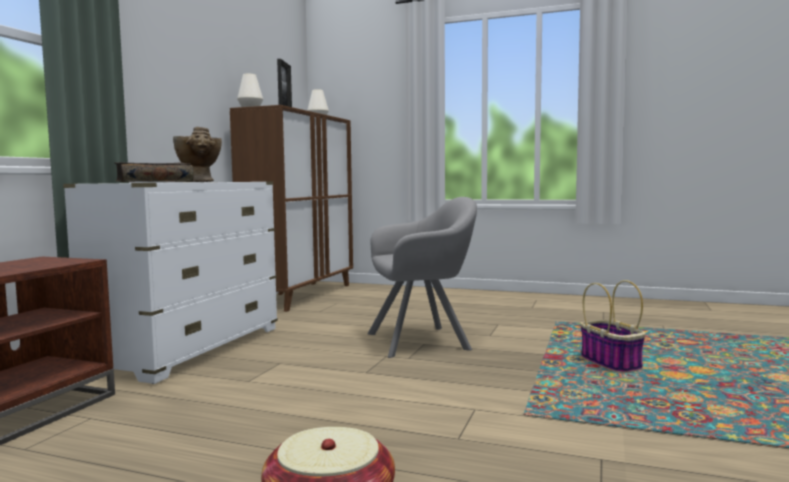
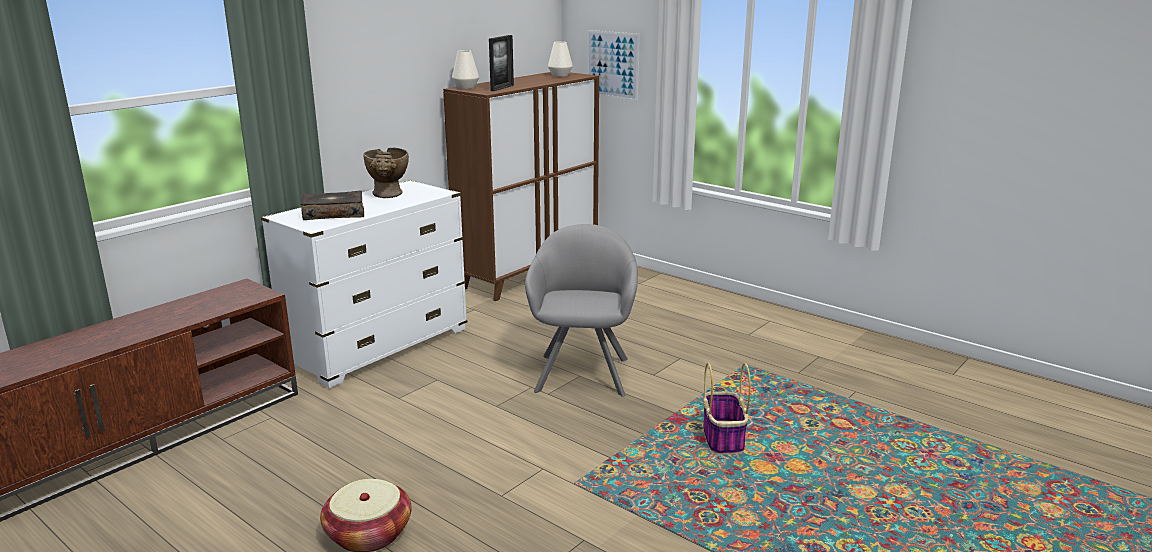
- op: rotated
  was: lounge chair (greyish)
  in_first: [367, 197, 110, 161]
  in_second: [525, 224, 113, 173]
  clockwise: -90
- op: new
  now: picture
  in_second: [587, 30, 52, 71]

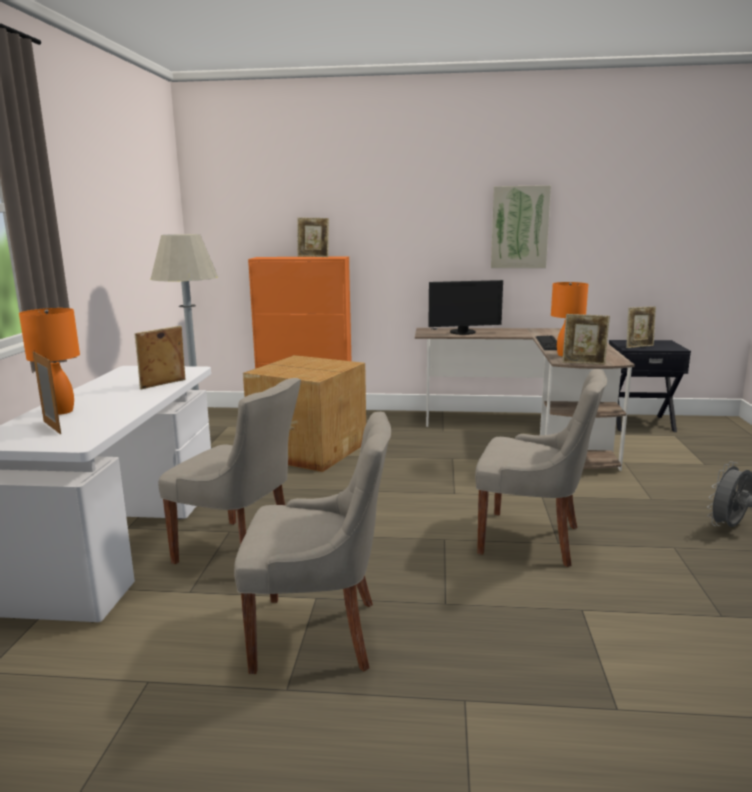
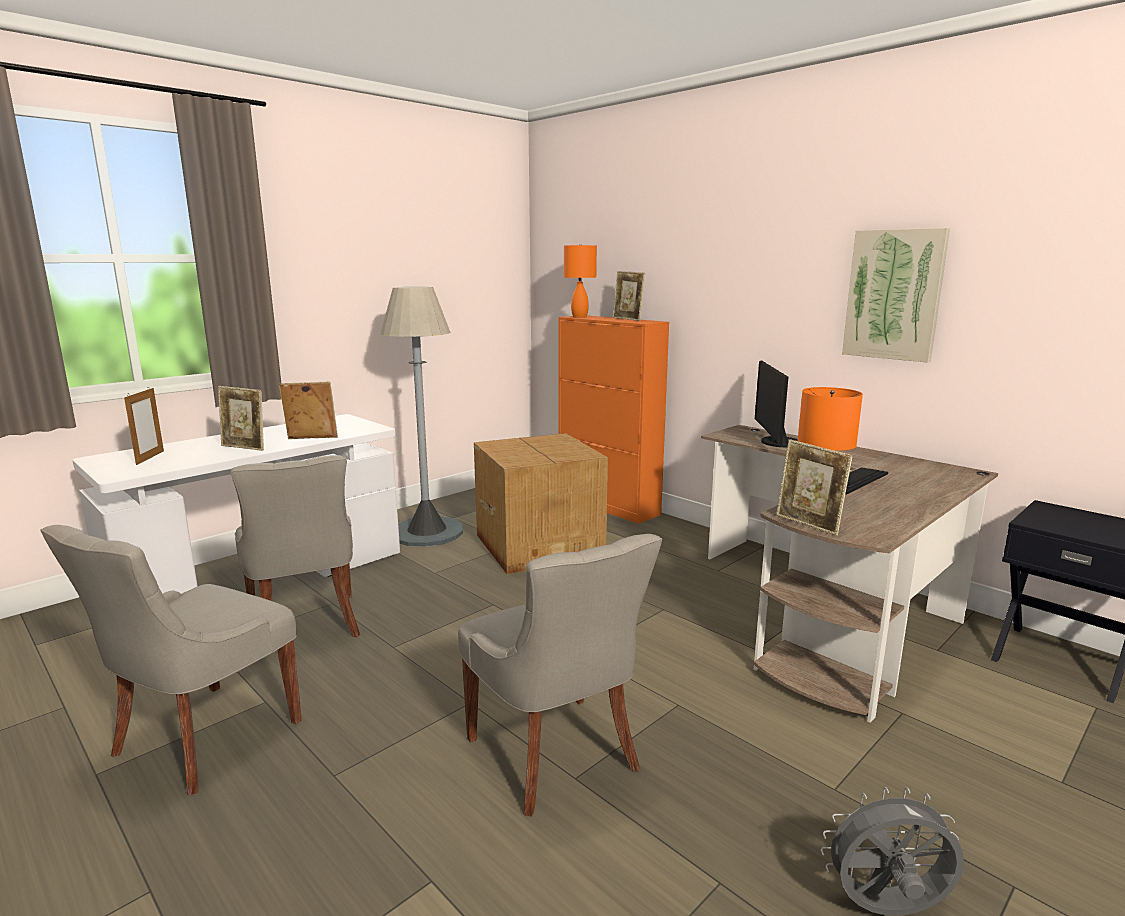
- op: rotated
  was: upright chair (greyish)
  in_first: [234, 412, 157, 262]
  in_second: [40, 525, 262, 270]
  clockwise: 75
- op: shifted
  was: picture frame
  in_first: [626, 306, 30, 42]
  in_second: [218, 386, 46, 65]
- op: shifted
  was: tabletop lamp (orange-coloured)
  in_first: [19, 308, 61, 107]
  in_second: [564, 244, 33, 74]
- op: rotated
  was: computer screen
  in_first: [428, 280, 75, 55]
  in_second: [755, 360, 43, 87]
  clockwise: 60

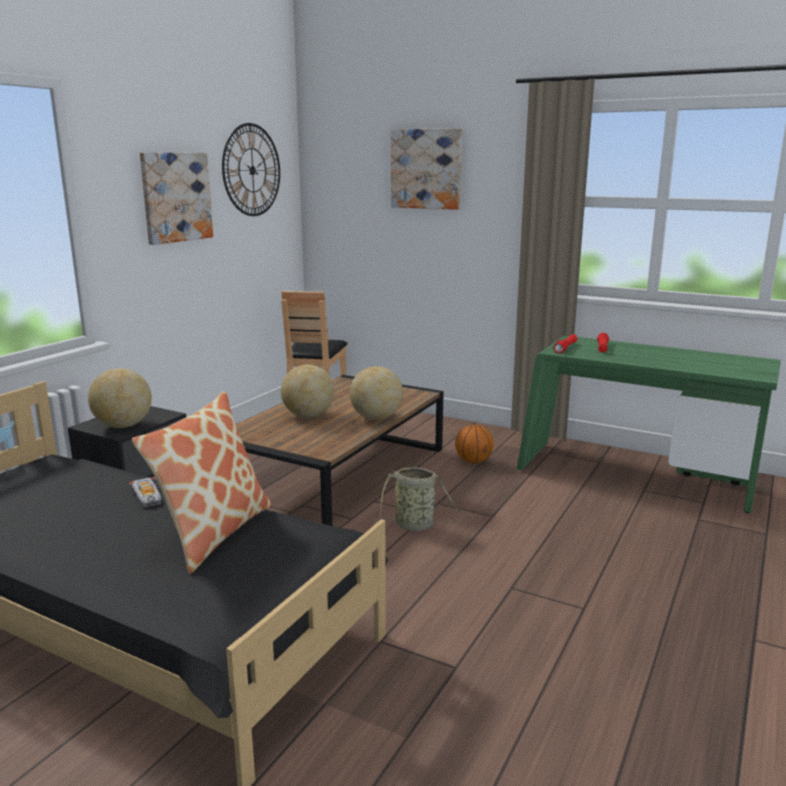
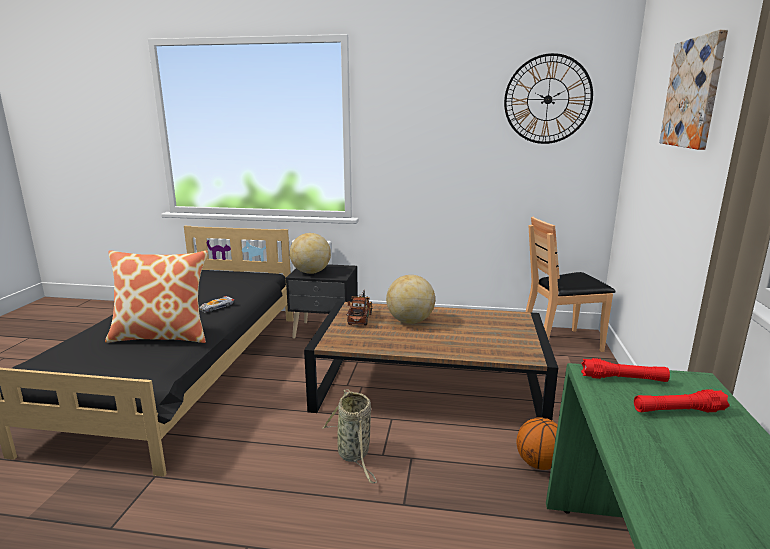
- op: new
  now: model truck
  in_second: [347, 290, 25, 35]
- op: gone
  was: picture
  in_first: [140, 152, 73, 93]
- op: gone
  was: world globe
  in_first: [349, 366, 54, 54]

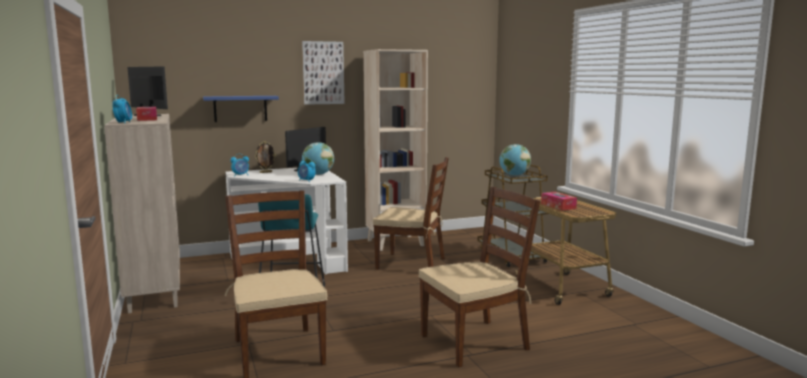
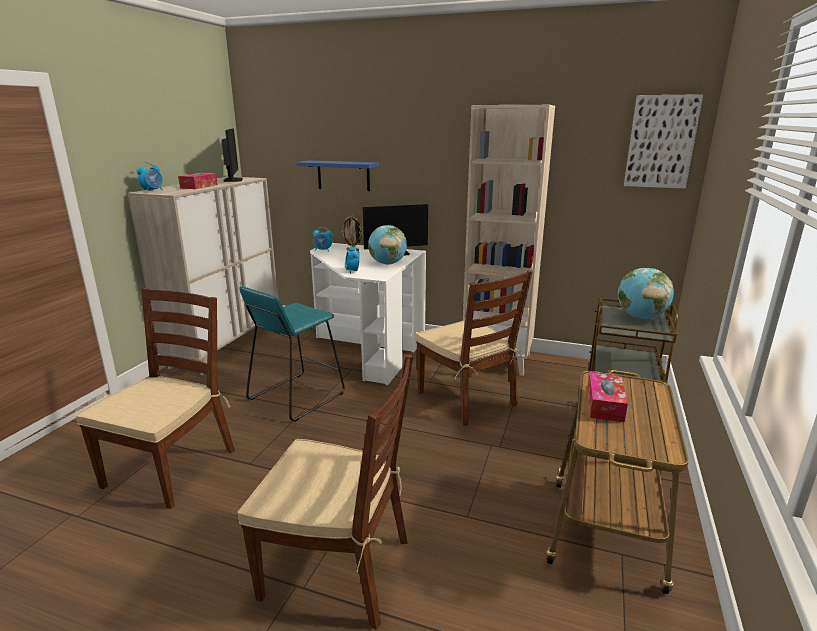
- op: shifted
  was: picture
  in_first: [302, 41, 43, 64]
  in_second: [624, 94, 79, 95]

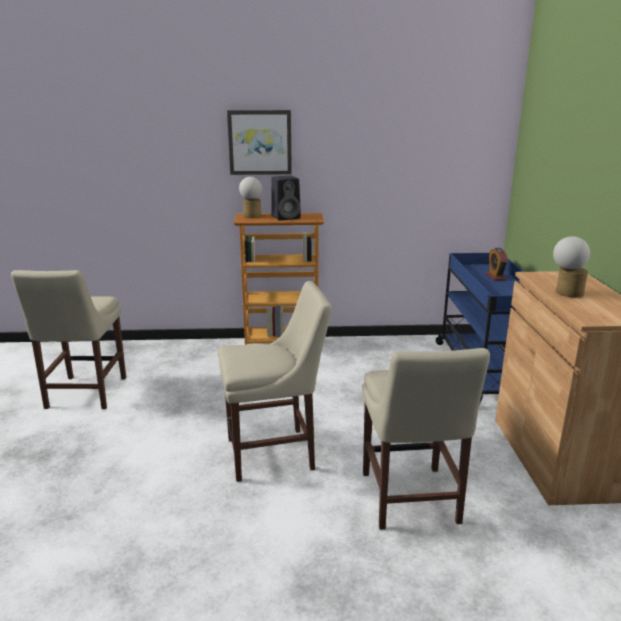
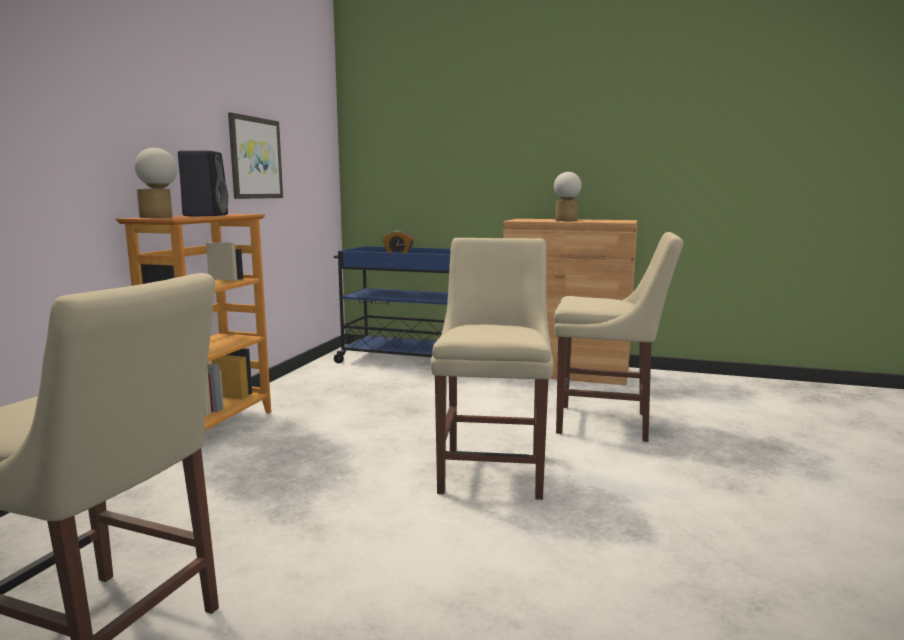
- op: shifted
  was: picture
  in_first: [227, 110, 65, 65]
  in_second: [228, 112, 55, 87]

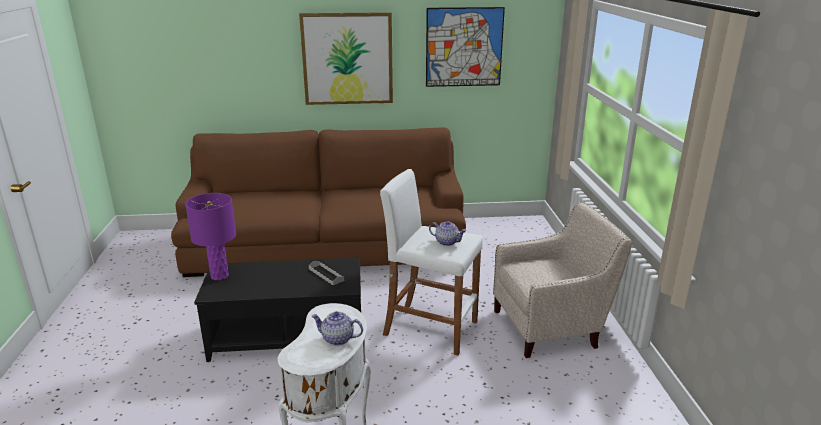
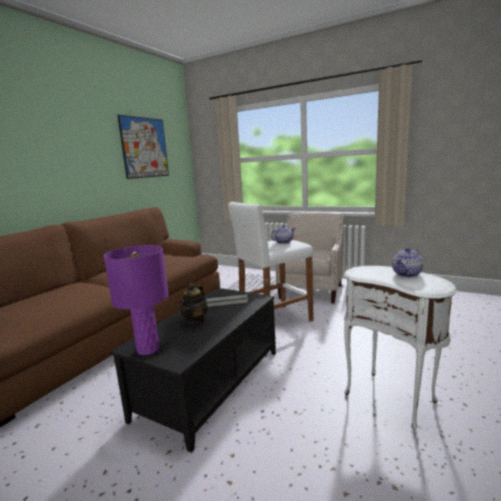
- op: new
  now: tea pot
  in_second: [179, 283, 29, 43]
- op: gone
  was: picture
  in_first: [299, 12, 94, 93]

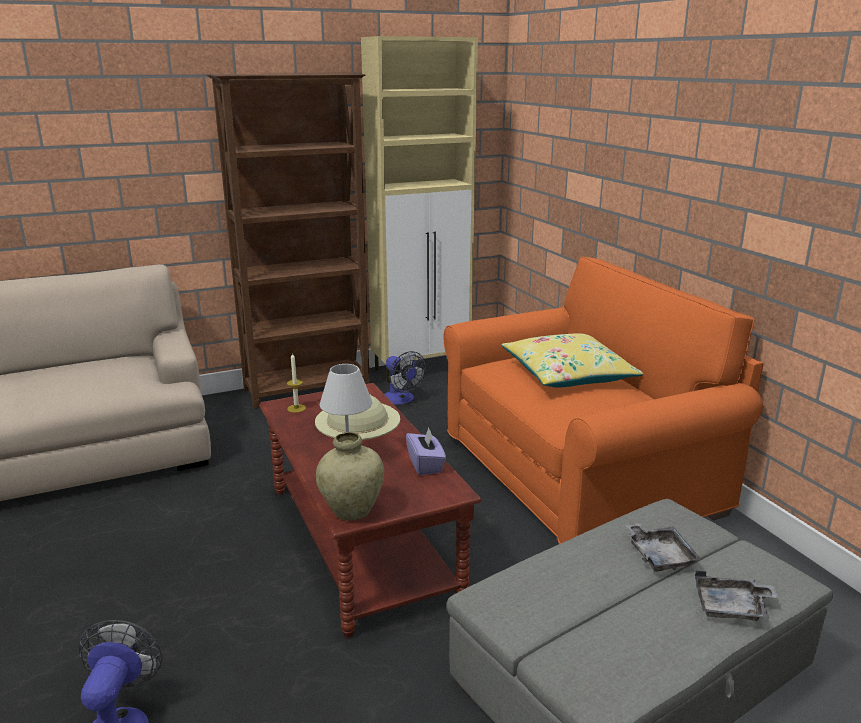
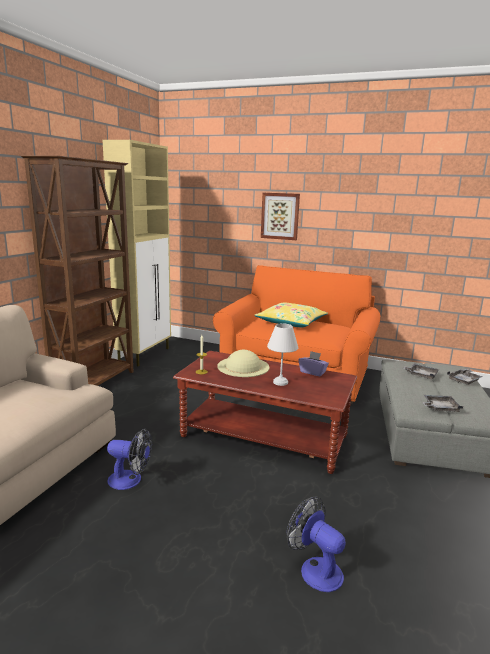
- op: shifted
  was: electric fan
  in_first: [385, 351, 41, 54]
  in_second: [107, 429, 45, 61]
- op: new
  now: picture
  in_second: [261, 193, 39, 47]
- op: new
  now: carrying tray (greyish)
  in_second: [422, 395, 41, 17]
- op: gone
  was: decorative vase (sand-coloured)
  in_first: [316, 432, 68, 88]

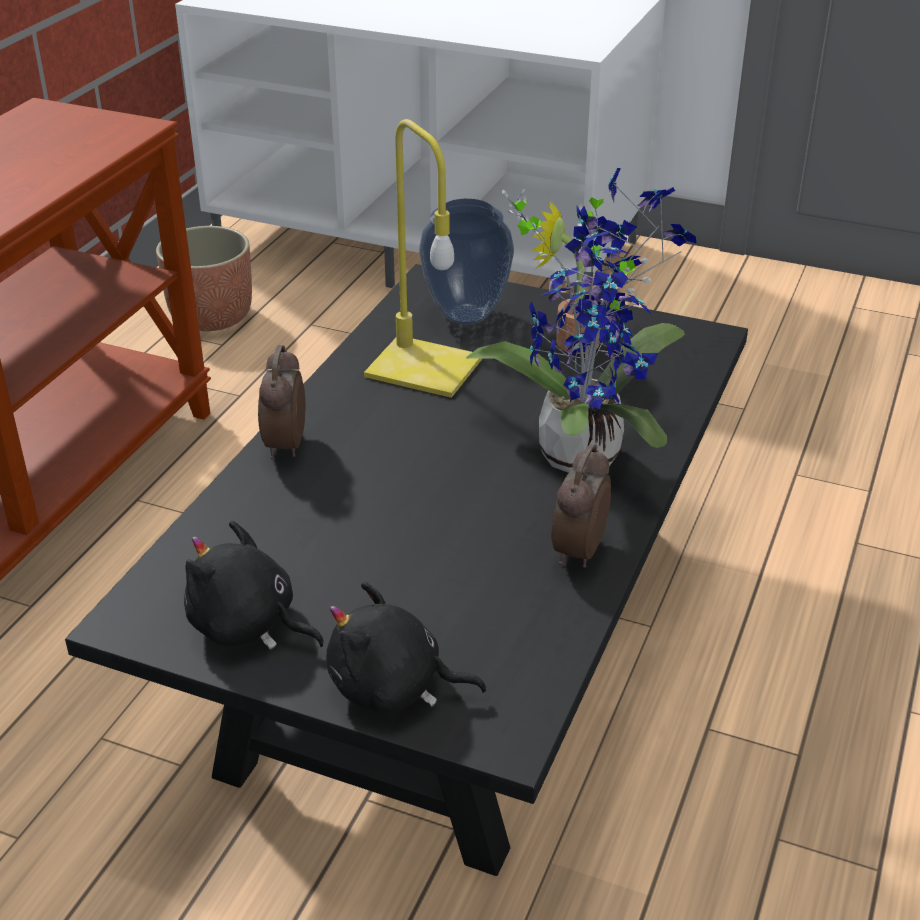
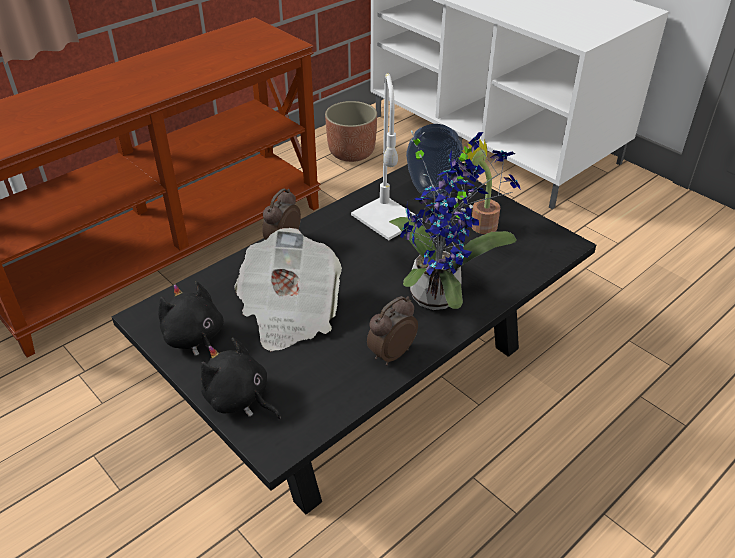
- op: new
  now: daily paper
  in_second: [234, 228, 108, 123]
- op: repainted
  was: tabletop lamp (yellow-coloured)
  now: tabletop lamp (whitish)
  in_first: [364, 119, 118, 279]
  in_second: [351, 73, 72, 167]

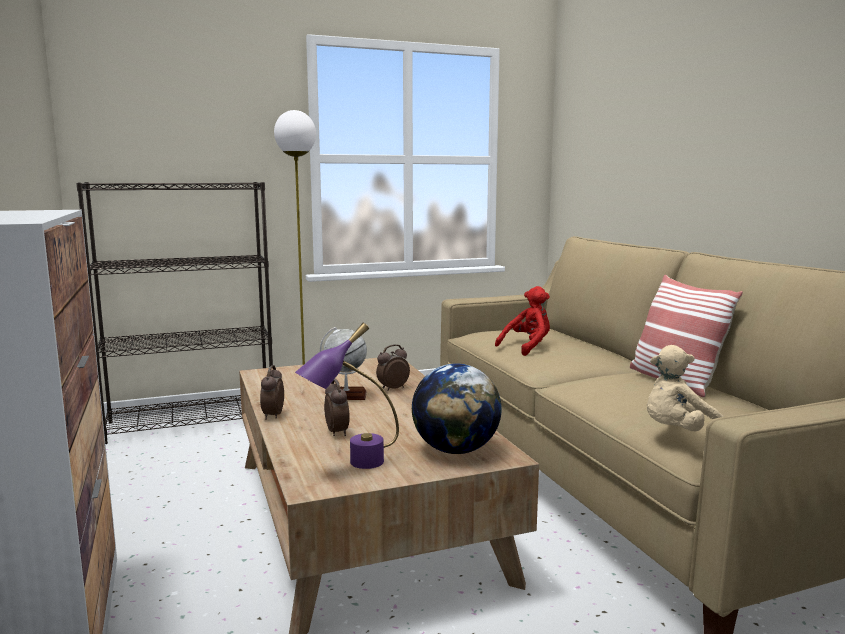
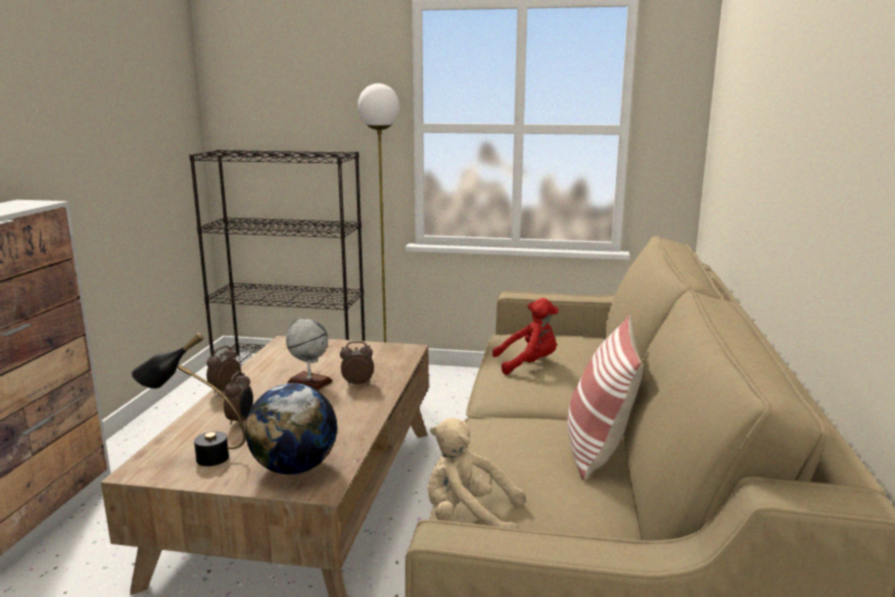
- op: repainted
  was: tabletop lamp (purplish)
  now: tabletop lamp (blackish)
  in_first: [295, 323, 104, 146]
  in_second: [131, 333, 115, 133]

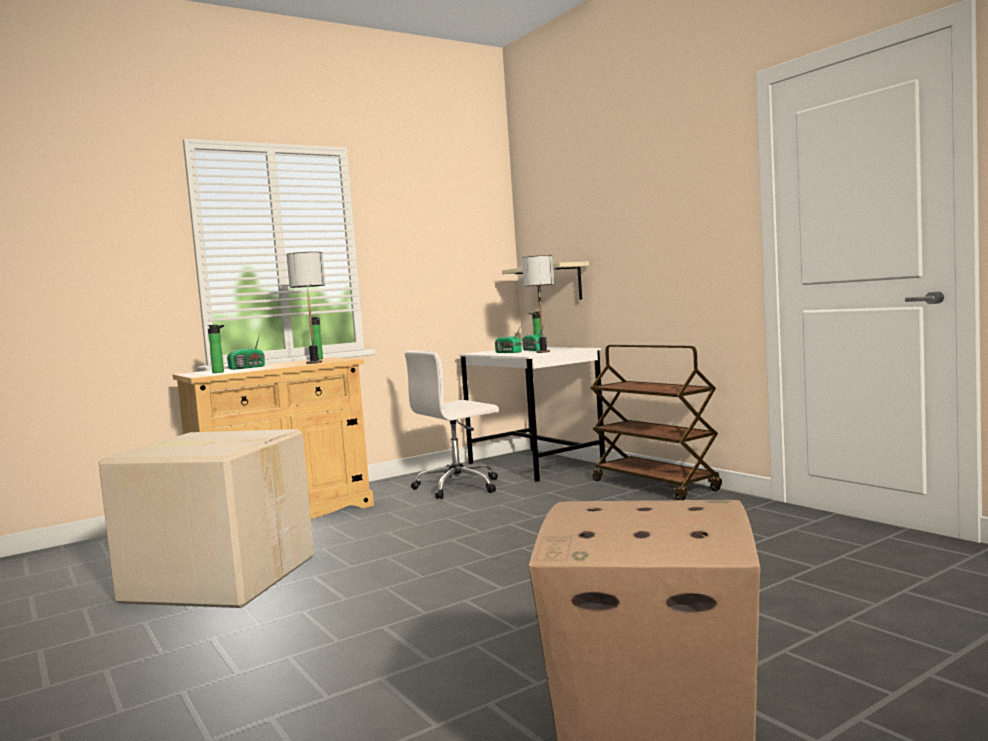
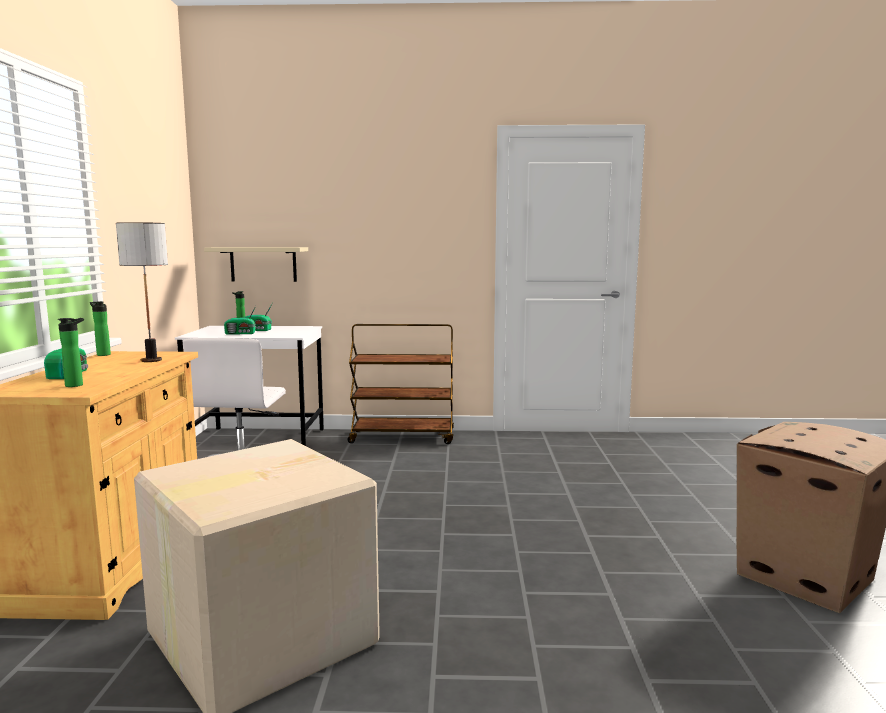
- op: gone
  was: tabletop lamp
  in_first: [522, 255, 32, 98]

